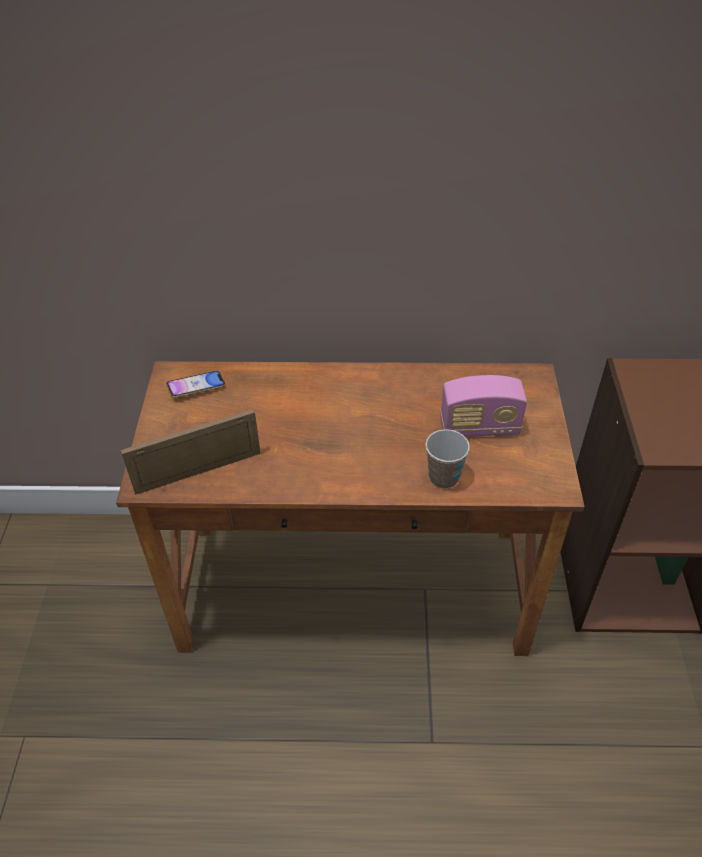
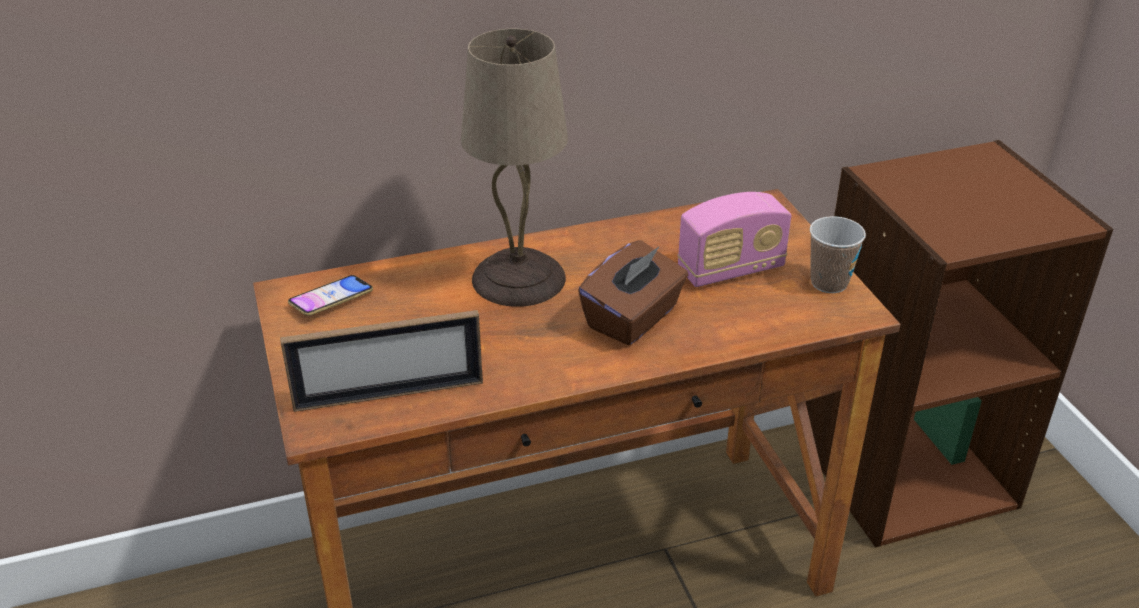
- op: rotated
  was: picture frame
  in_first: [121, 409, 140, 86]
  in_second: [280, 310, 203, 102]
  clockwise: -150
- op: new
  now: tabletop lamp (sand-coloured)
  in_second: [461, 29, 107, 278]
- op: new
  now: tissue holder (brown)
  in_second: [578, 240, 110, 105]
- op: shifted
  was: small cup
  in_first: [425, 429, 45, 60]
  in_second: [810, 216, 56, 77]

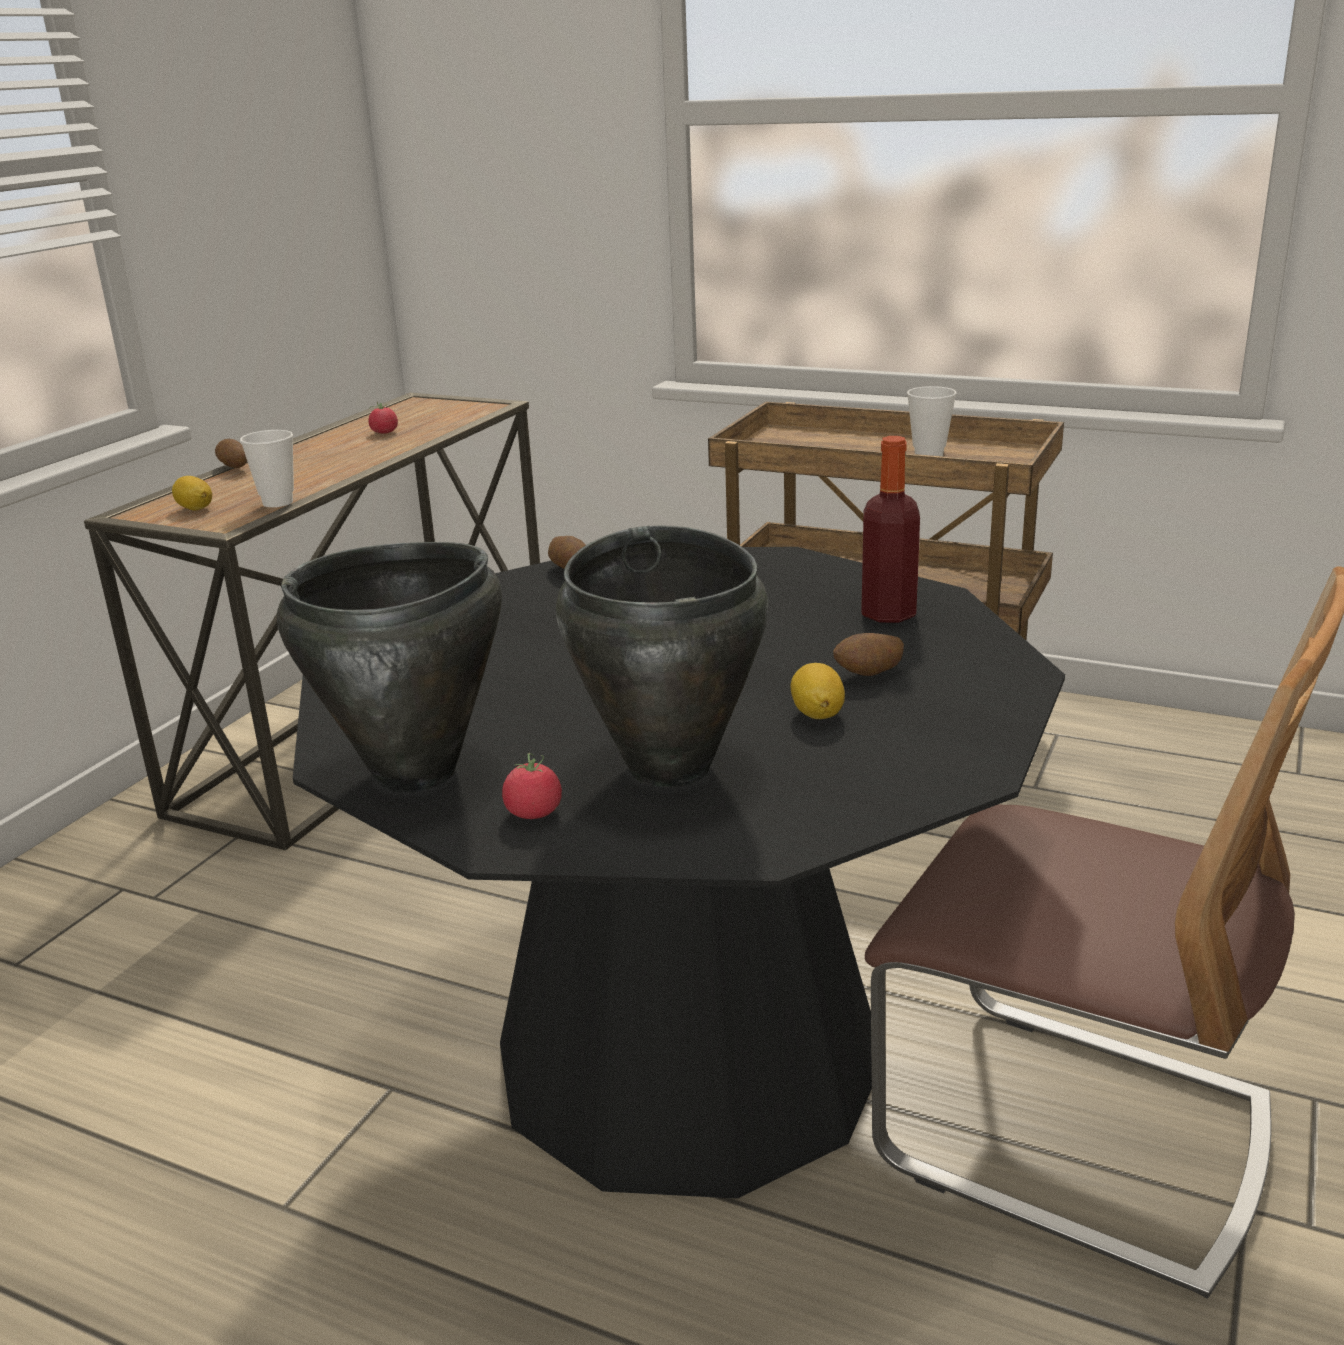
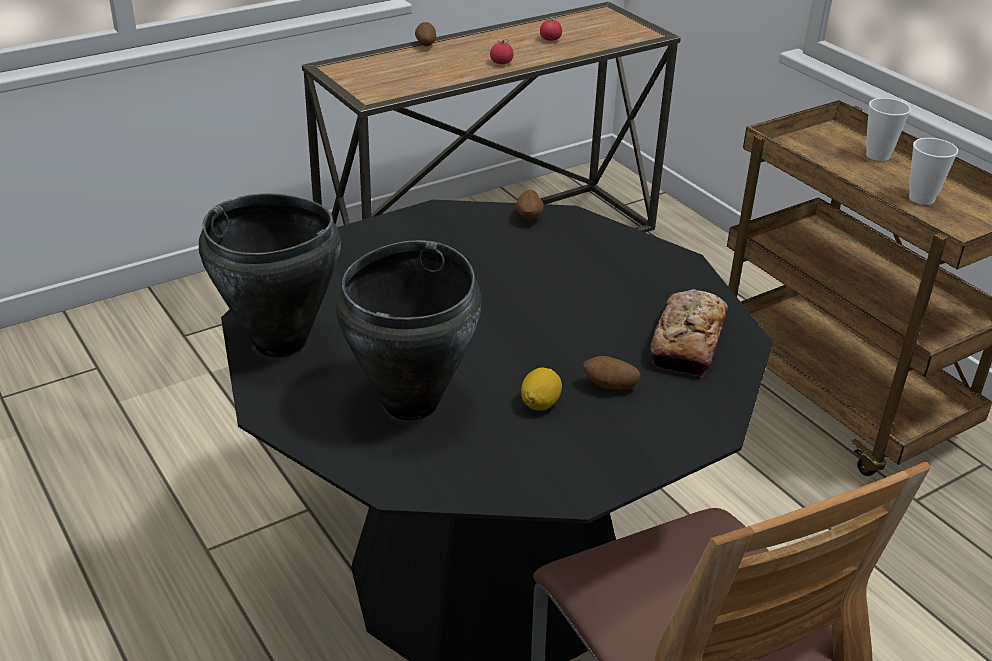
- op: shifted
  was: tomato
  in_first: [502, 753, 60, 66]
  in_second: [490, 38, 24, 26]
- op: swapped
  was: beverage bottle
  now: baked bread
  in_first: [862, 436, 58, 187]
  in_second: [651, 289, 77, 88]
- op: shifted
  was: small cup
  in_first: [240, 430, 54, 77]
  in_second: [866, 98, 45, 63]
- op: gone
  was: whole lemon
  in_first: [172, 476, 40, 35]

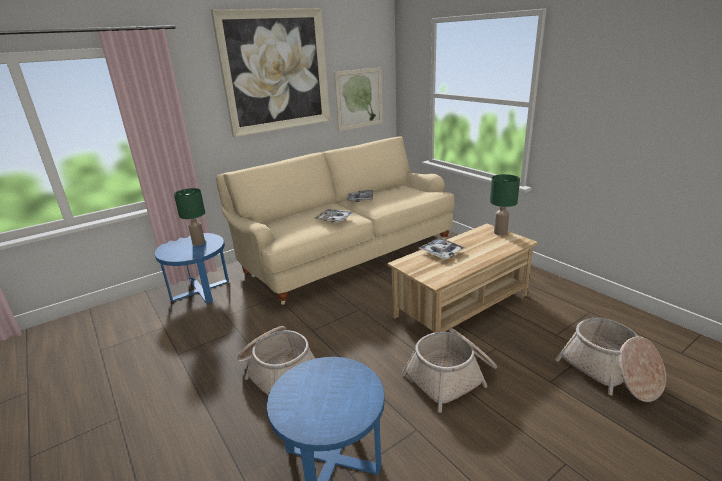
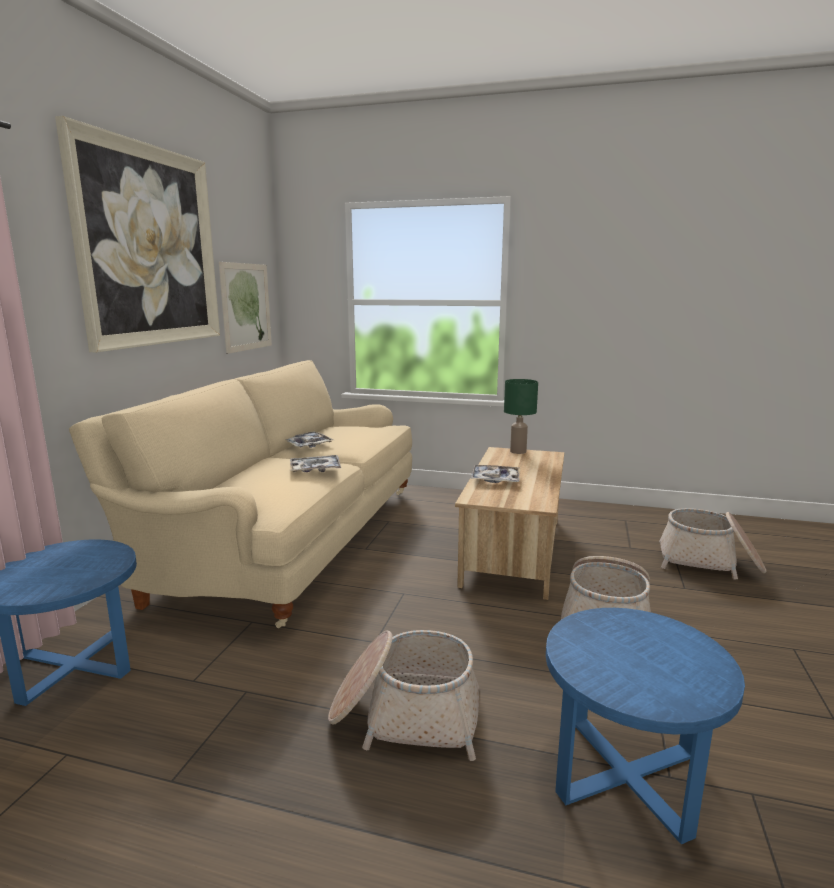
- op: gone
  was: tabletop lamp (green-coloured)
  in_first: [174, 188, 31, 58]

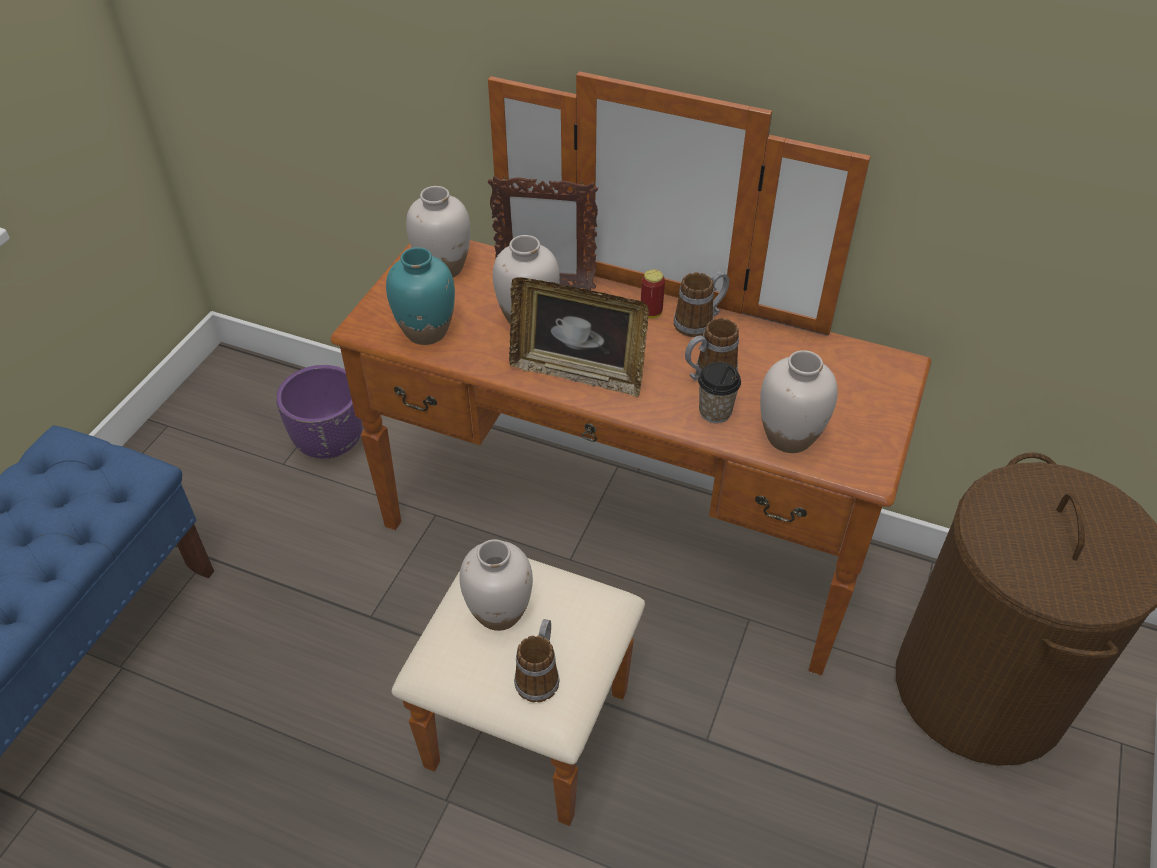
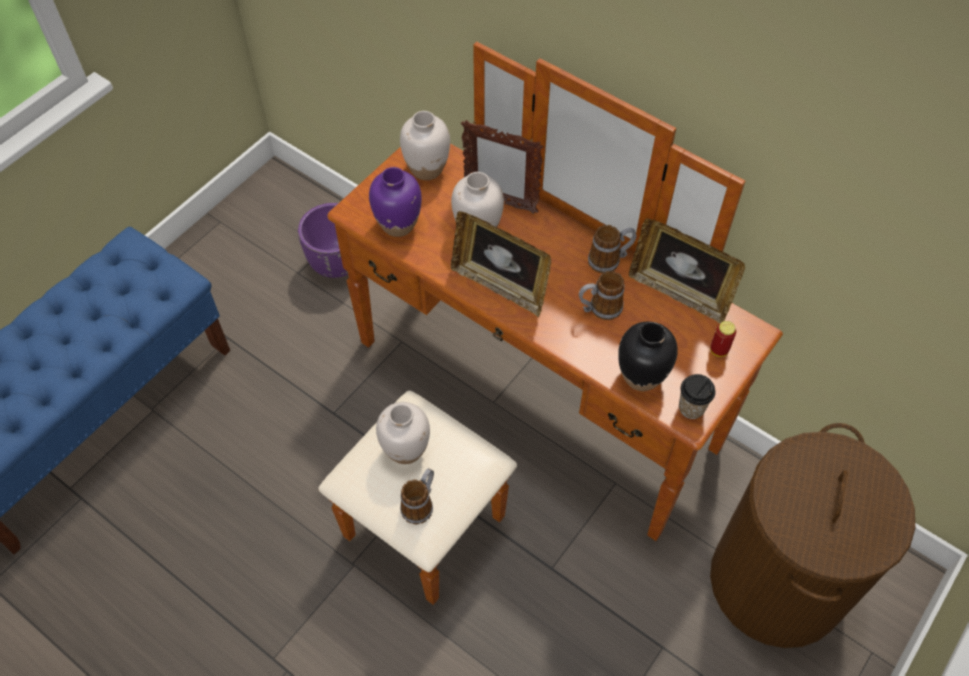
- op: repainted
  was: decorative vase (turquoise-coloured)
  now: decorative vase (purplish)
  in_first: [386, 247, 69, 98]
  in_second: [369, 167, 53, 70]
- op: repainted
  was: decorative vase (whitish)
  now: decorative vase (blackish)
  in_first: [760, 350, 78, 103]
  in_second: [618, 322, 60, 69]
- op: new
  now: picture frame
  in_second: [629, 218, 116, 105]
- op: shifted
  was: small cup
  in_first: [698, 362, 43, 61]
  in_second: [679, 374, 36, 45]
- op: shifted
  was: sealed can
  in_first: [641, 269, 24, 49]
  in_second: [710, 321, 26, 36]

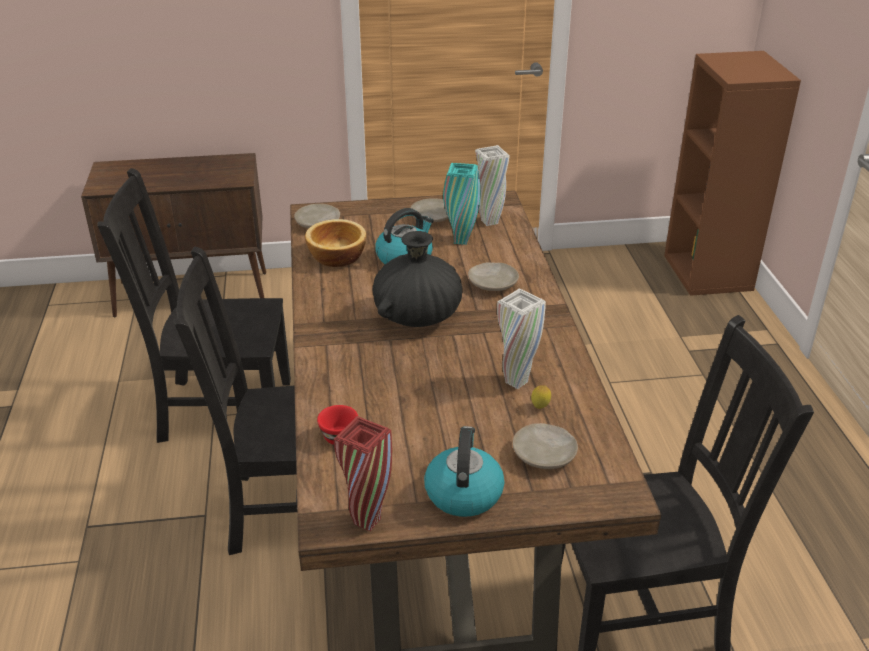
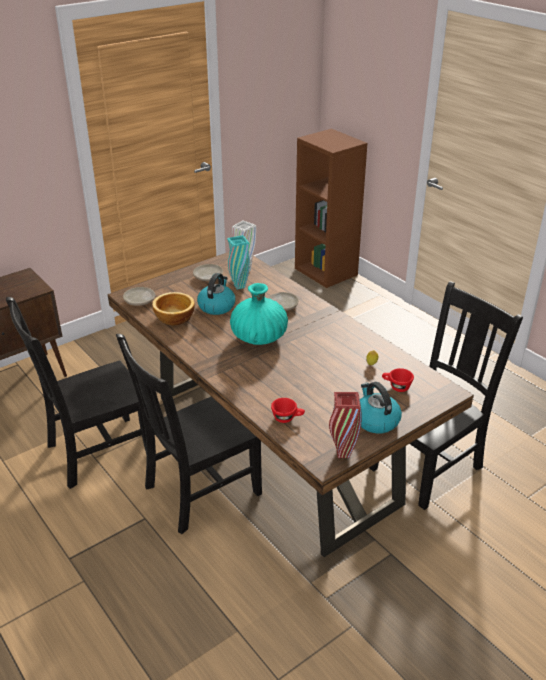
- op: repainted
  was: decorative vase (blackish)
  now: decorative vase (turquoise-coloured)
  in_first: [373, 231, 90, 96]
  in_second: [230, 283, 58, 62]
- op: swapped
  was: plate (sand-coloured)
  now: small cup (red-coloured)
  in_first: [513, 423, 65, 46]
  in_second: [382, 368, 32, 24]
- op: gone
  was: decorative vase (whitish)
  in_first: [497, 288, 49, 101]

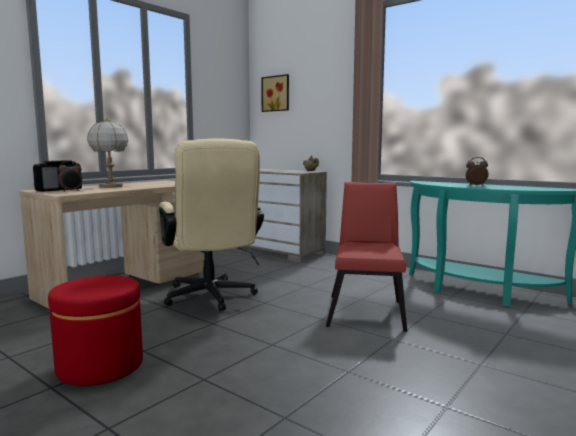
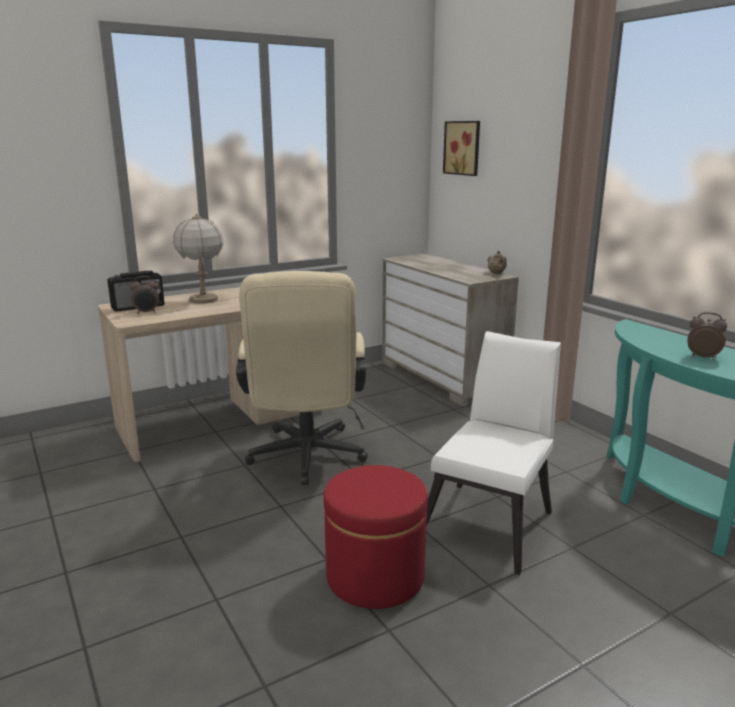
- op: shifted
  was: pouffe (red-coloured)
  in_first: [48, 276, 95, 110]
  in_second: [324, 465, 104, 144]
- op: repainted
  was: upright chair (red-coloured)
  now: upright chair (whitish)
  in_first: [326, 182, 81, 150]
  in_second: [426, 331, 135, 244]

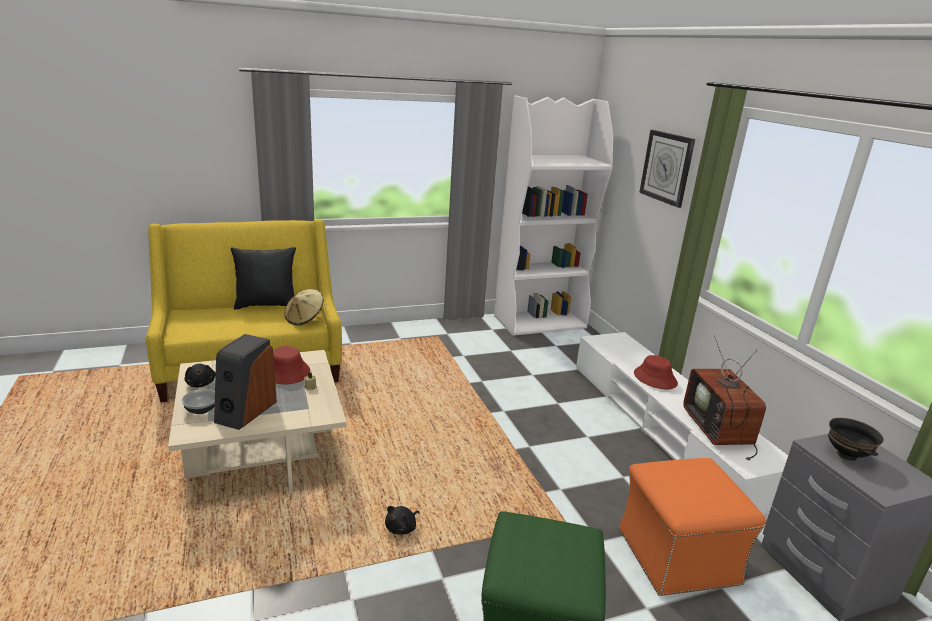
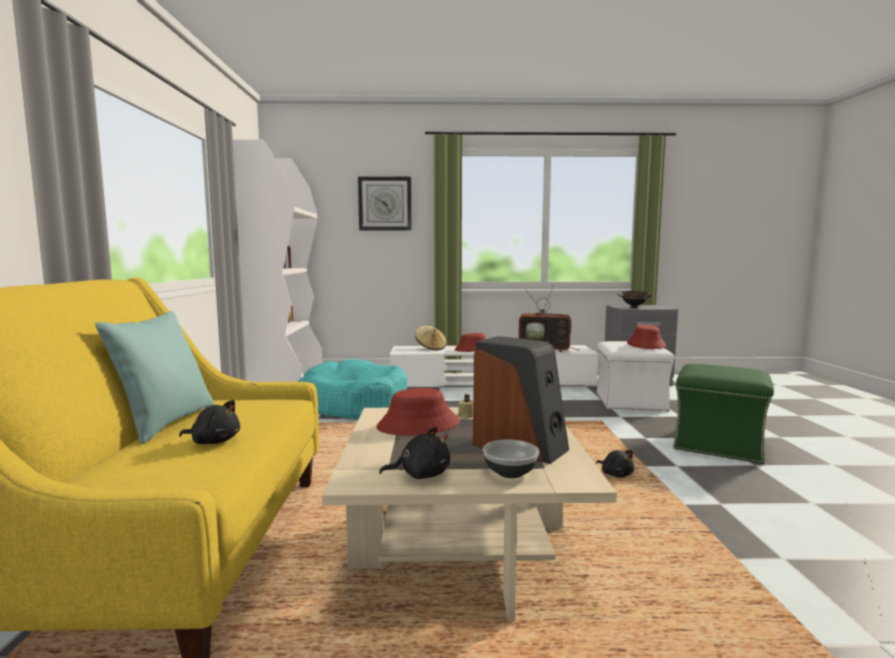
- op: repainted
  was: cushion (blackish)
  now: cushion (turquoise-coloured)
  in_first: [231, 247, 65, 62]
  in_second: [95, 311, 119, 133]
- op: new
  now: plush toy (blackish)
  in_second: [179, 400, 61, 44]
- op: new
  now: dog bed (turquoise-coloured)
  in_second: [298, 359, 109, 61]
- op: shifted
  was: wearable hat (sand-coloured)
  in_first: [285, 289, 38, 37]
  in_second: [415, 326, 32, 24]
- op: repainted
  was: pouffe (orange-coloured)
  now: pouffe (whitish)
  in_first: [619, 458, 147, 138]
  in_second: [596, 341, 79, 71]
- op: new
  now: wearable hat (red-coloured)
  in_second: [627, 325, 39, 24]

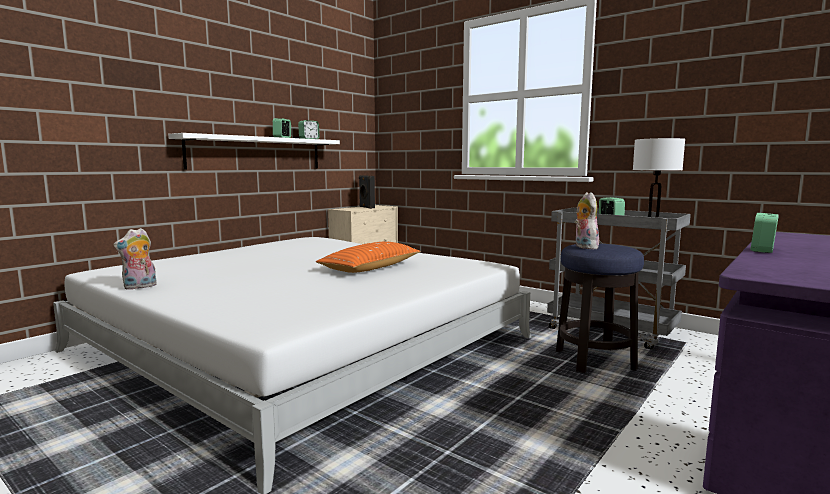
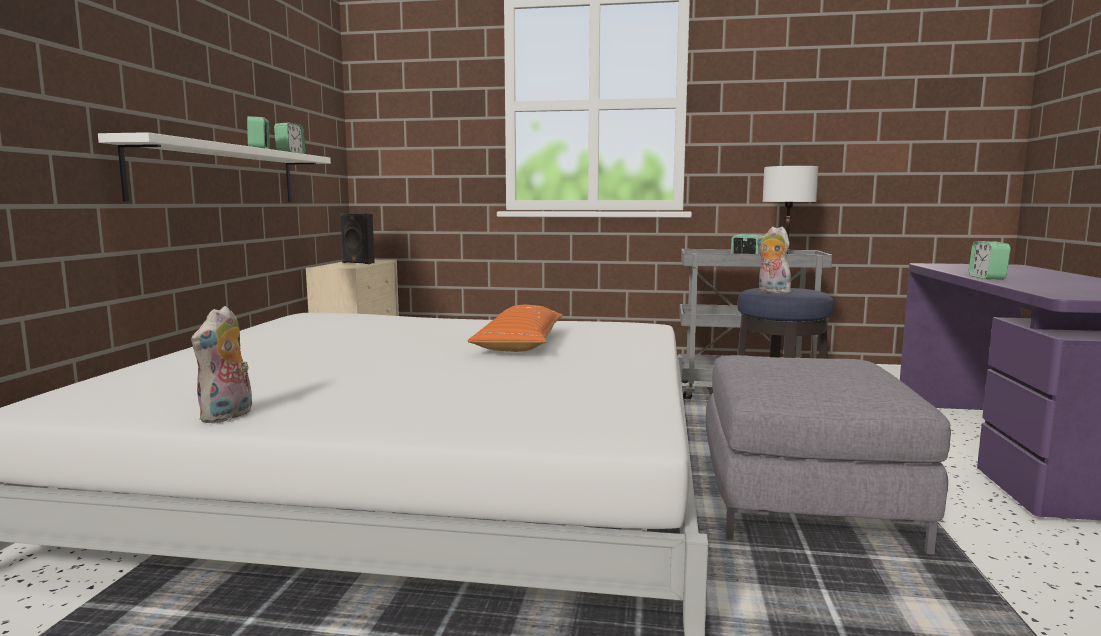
- op: new
  now: pouffe (greyish)
  in_second: [705, 355, 246, 199]

